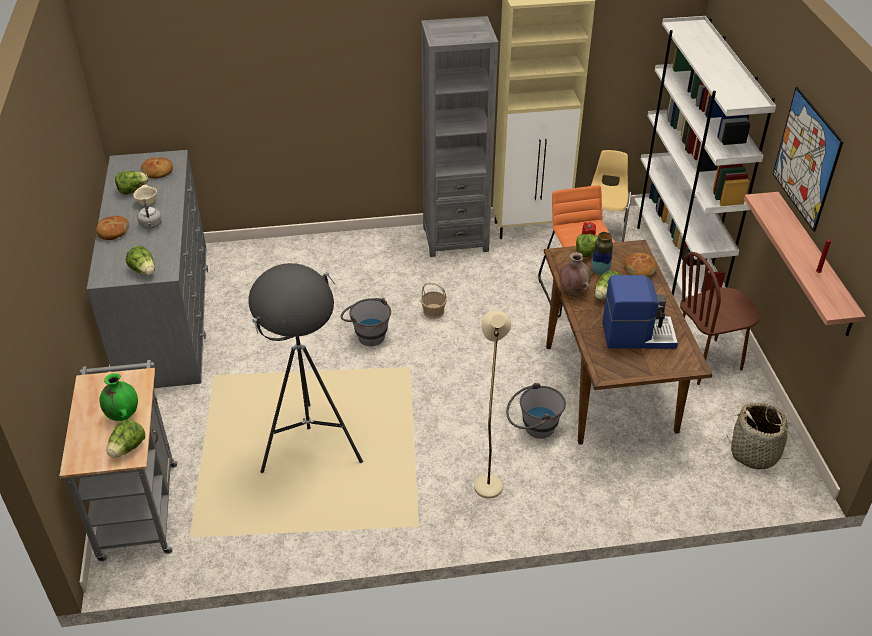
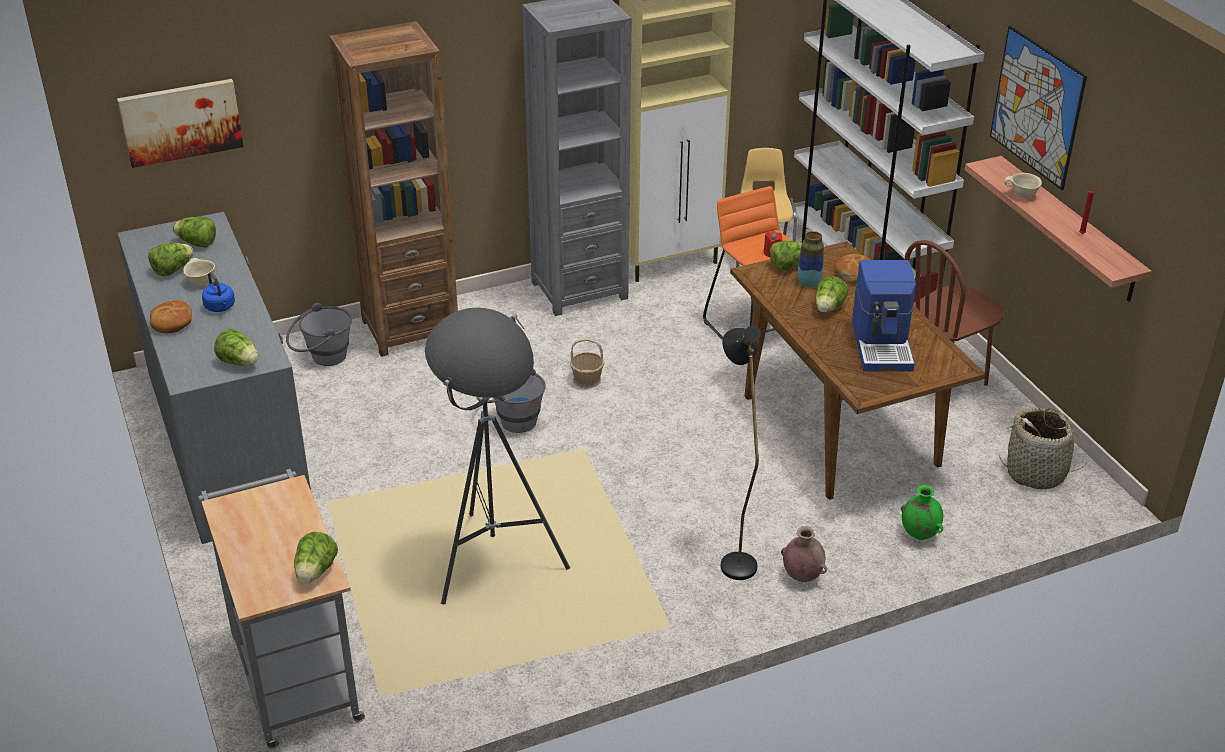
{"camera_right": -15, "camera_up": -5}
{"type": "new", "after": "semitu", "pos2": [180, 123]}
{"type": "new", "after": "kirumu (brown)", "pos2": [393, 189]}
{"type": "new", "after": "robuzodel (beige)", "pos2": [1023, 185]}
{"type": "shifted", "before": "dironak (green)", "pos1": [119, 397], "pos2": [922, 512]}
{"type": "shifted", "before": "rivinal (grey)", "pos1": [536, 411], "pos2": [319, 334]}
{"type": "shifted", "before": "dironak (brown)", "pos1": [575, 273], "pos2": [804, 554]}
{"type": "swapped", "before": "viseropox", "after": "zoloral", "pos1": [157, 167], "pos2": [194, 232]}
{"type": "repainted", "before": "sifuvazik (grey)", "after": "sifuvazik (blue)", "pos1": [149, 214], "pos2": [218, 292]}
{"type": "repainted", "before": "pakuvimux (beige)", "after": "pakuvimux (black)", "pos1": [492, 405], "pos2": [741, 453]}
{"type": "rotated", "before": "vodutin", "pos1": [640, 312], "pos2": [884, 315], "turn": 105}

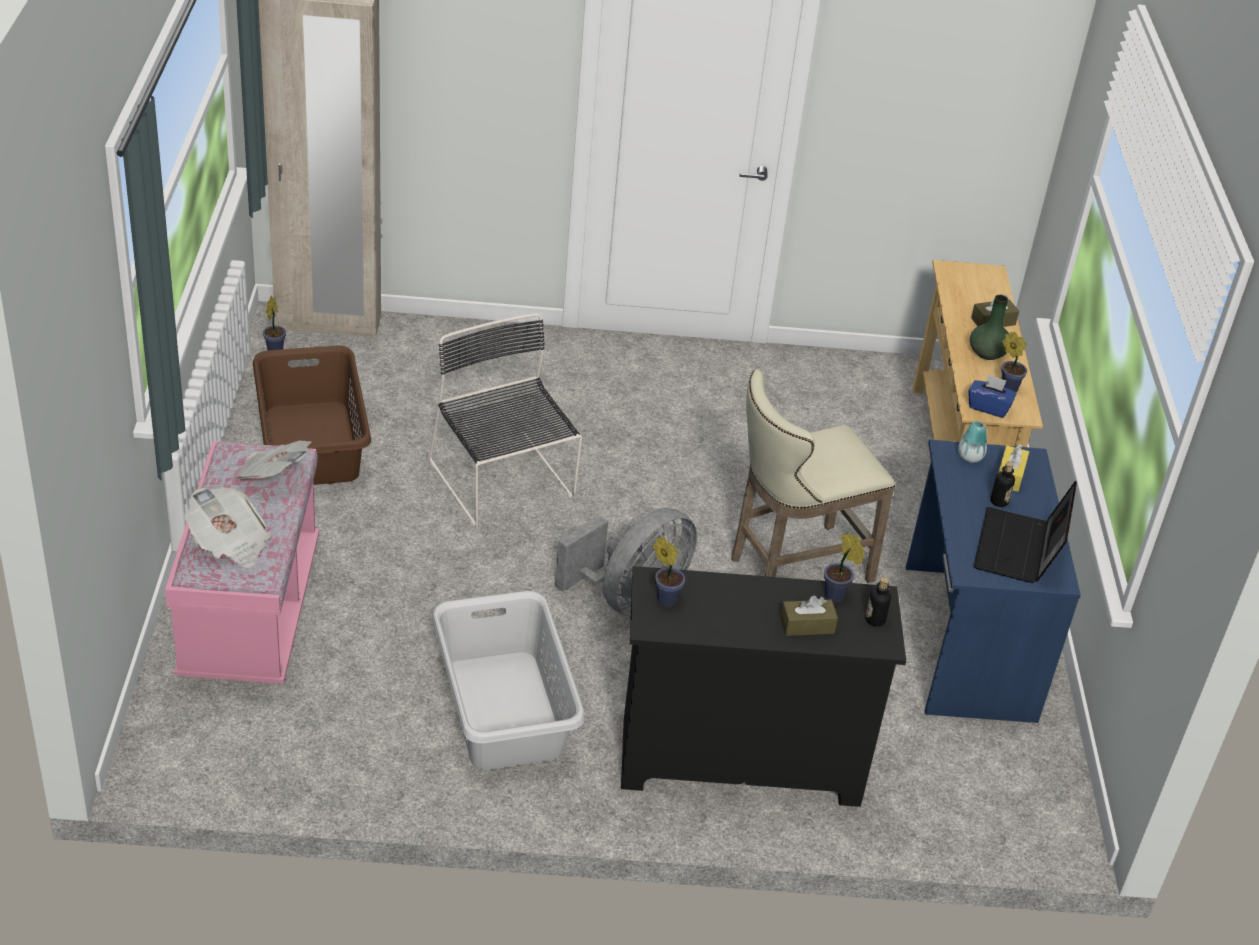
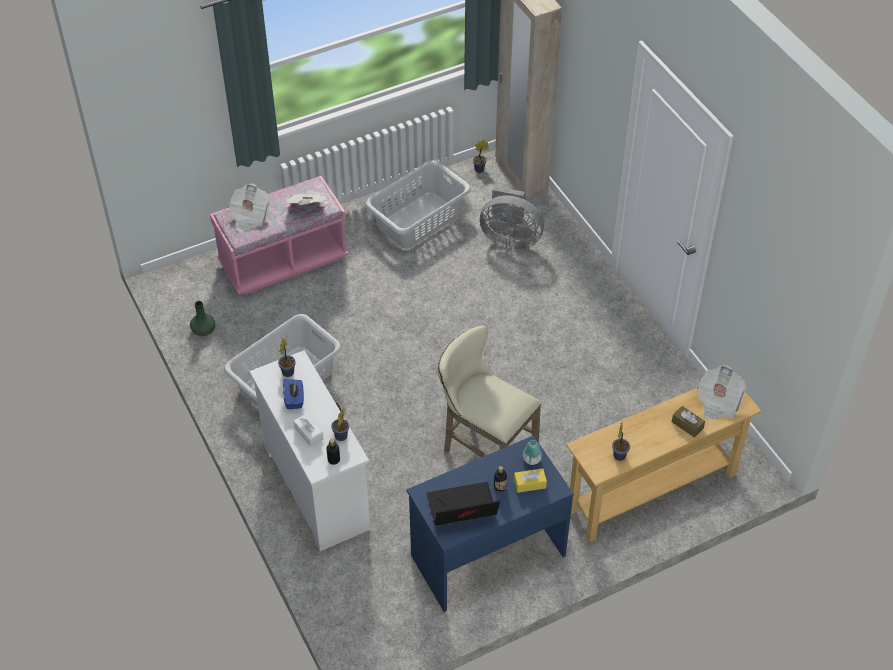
{"camera_right": 65, "camera_up": 10}
{"type": "gone", "before": "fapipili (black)", "pos1": [505, 420]}
{"type": "new", "after": "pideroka", "pos2": [722, 392]}
{"type": "shifted", "before": "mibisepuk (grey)", "pos1": [626, 562], "pos2": [512, 217]}
{"type": "shifted", "before": "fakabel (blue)", "pos1": [992, 396], "pos2": [293, 394]}
{"type": "shifted", "before": "dironak (green)", "pos1": [989, 327], "pos2": [203, 318]}
{"type": "repainted", "before": "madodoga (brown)", "after": "madodoga (grey)", "pos1": [312, 415], "pos2": [418, 204]}
{"type": "repainted", "before": "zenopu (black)", "after": "zenopu (white)", "pos1": [763, 686], "pos2": [310, 450]}
{"type": "repainted", "before": "fakabel (brown)", "after": "fakabel (white)", "pos1": [809, 615], "pos2": [308, 430]}

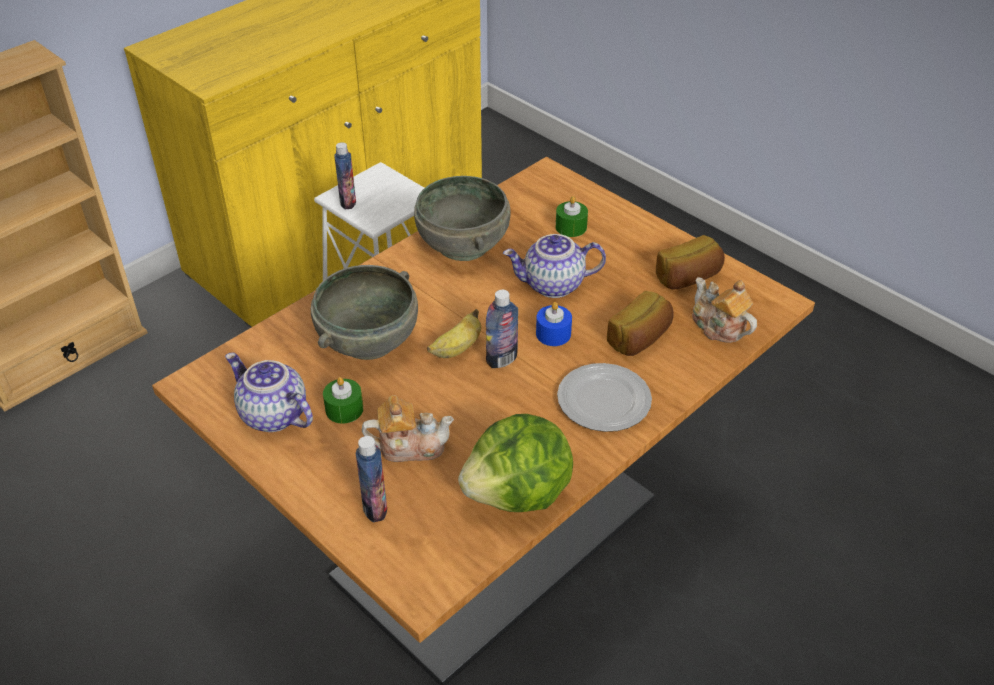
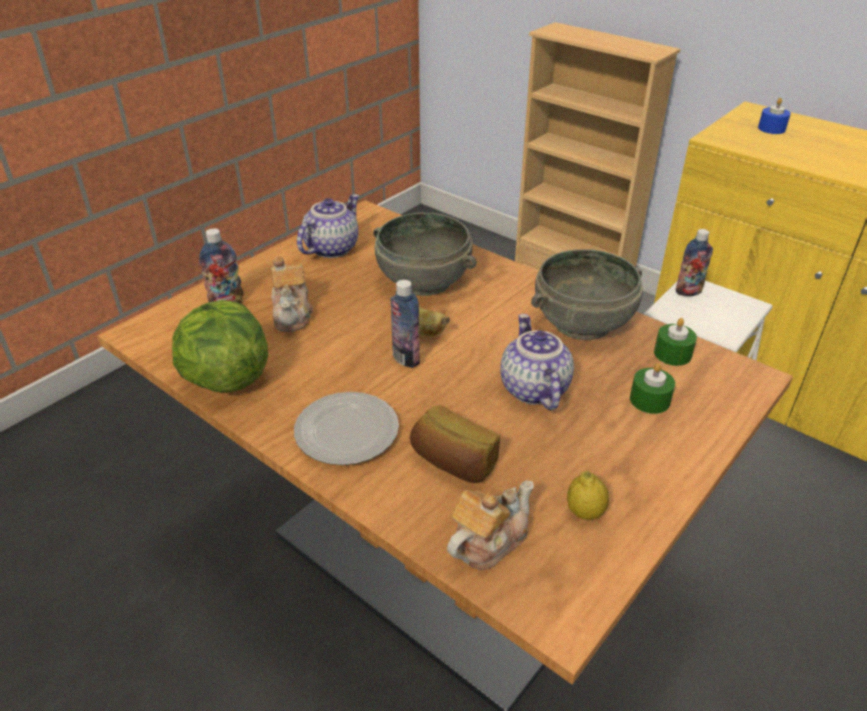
{"camera_right": 85, "camera_up": -5}
{"type": "shifted", "before": "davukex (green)", "pos1": [343, 400], "pos2": [675, 342]}
{"type": "shifted", "before": "davukex (blue)", "pos1": [554, 324], "pos2": [774, 116]}
{"type": "swapped", "before": "viseropox", "after": "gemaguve", "pos1": [690, 262], "pos2": [588, 495]}

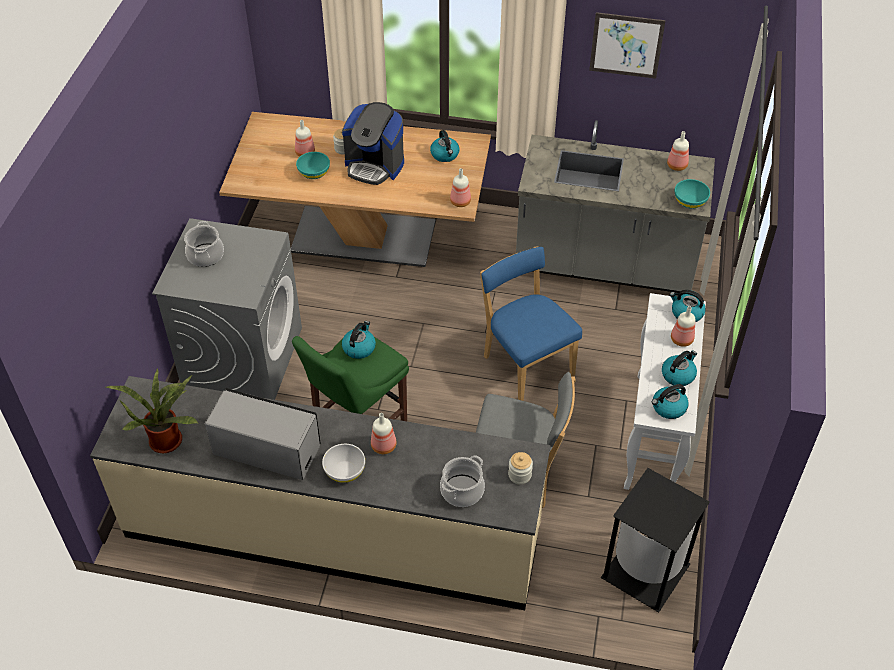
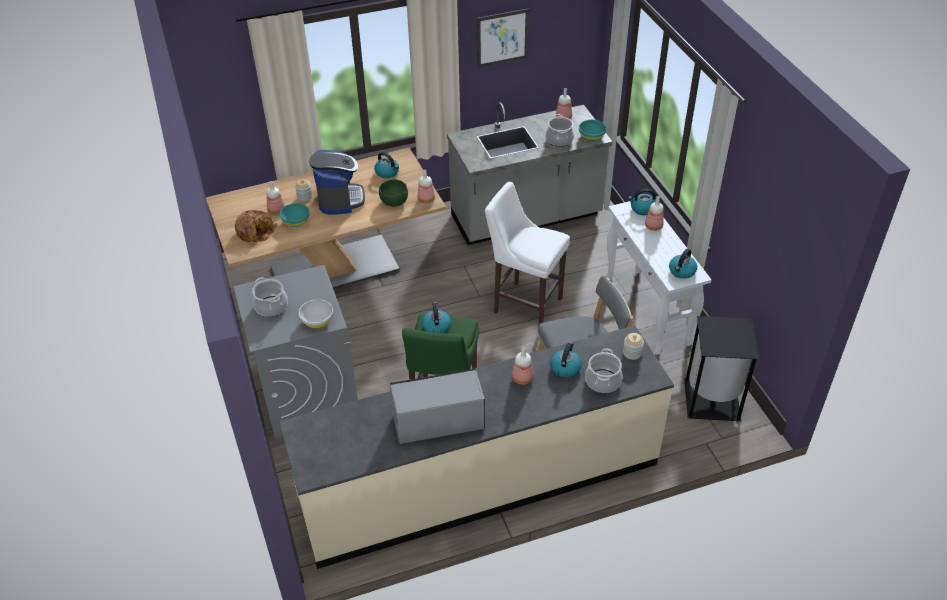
{"camera_right": -30, "camera_up": -5}
{"type": "gone", "before": "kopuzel", "pos1": [152, 410]}
{"type": "new", "after": "viseropox", "pos2": [256, 226]}
{"type": "new", "after": "robuzodel (green)", "pos2": [393, 193]}
{"type": "new", "after": "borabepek", "pos2": [560, 130]}
{"type": "shifted", "before": "robuzodel (white)", "pos1": [343, 463], "pos2": [316, 313]}
{"type": "shifted", "before": "sifuvazik", "pos1": [679, 368], "pos2": [566, 360]}
{"type": "swapped", "before": "fapipili (blue)", "after": "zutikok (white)", "pos1": [531, 323], "pos2": [527, 253]}
{"type": "rotated", "before": "vodutin", "pos1": [373, 143], "pos2": [337, 182], "turn": -90}

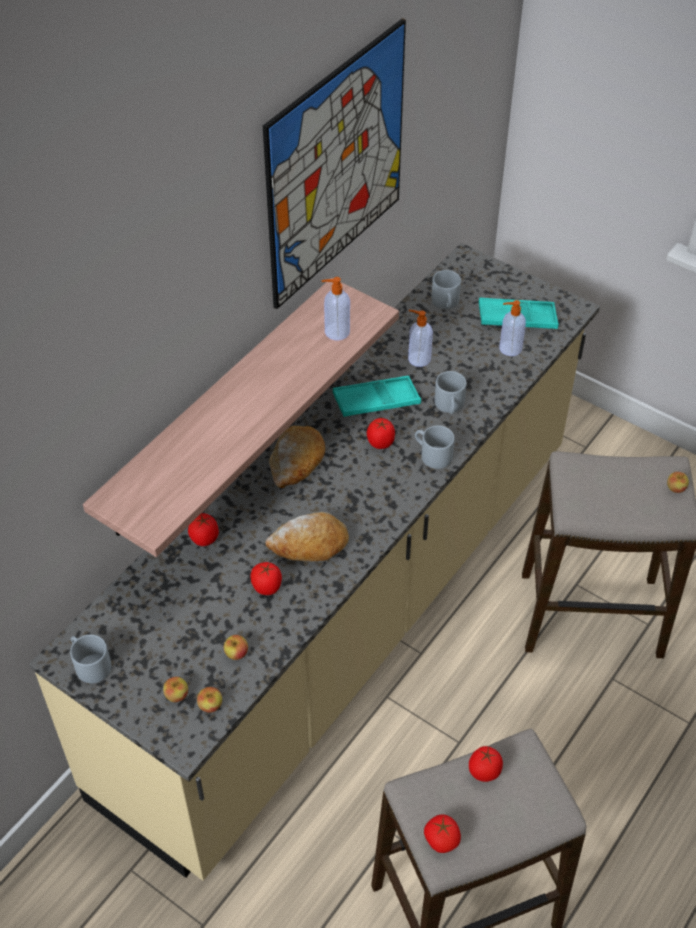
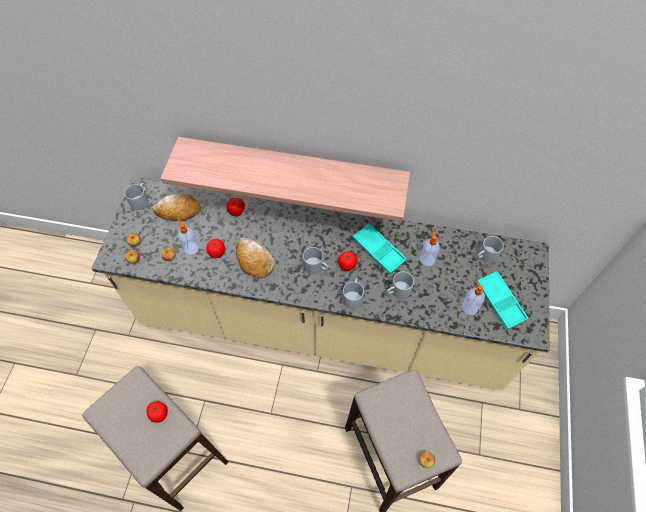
{"camera_right": 65, "camera_up": 10}
{"type": "gone", "before": "semitu", "pos1": [334, 163]}
{"type": "gone", "before": "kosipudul", "pos1": [442, 834]}
{"type": "new", "after": "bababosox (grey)", "pos2": [316, 260]}
{"type": "shifted", "before": "viseropox", "pos1": [297, 457], "pos2": [176, 207]}
{"type": "shifted", "before": "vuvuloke", "pos1": [335, 309], "pos2": [188, 236]}

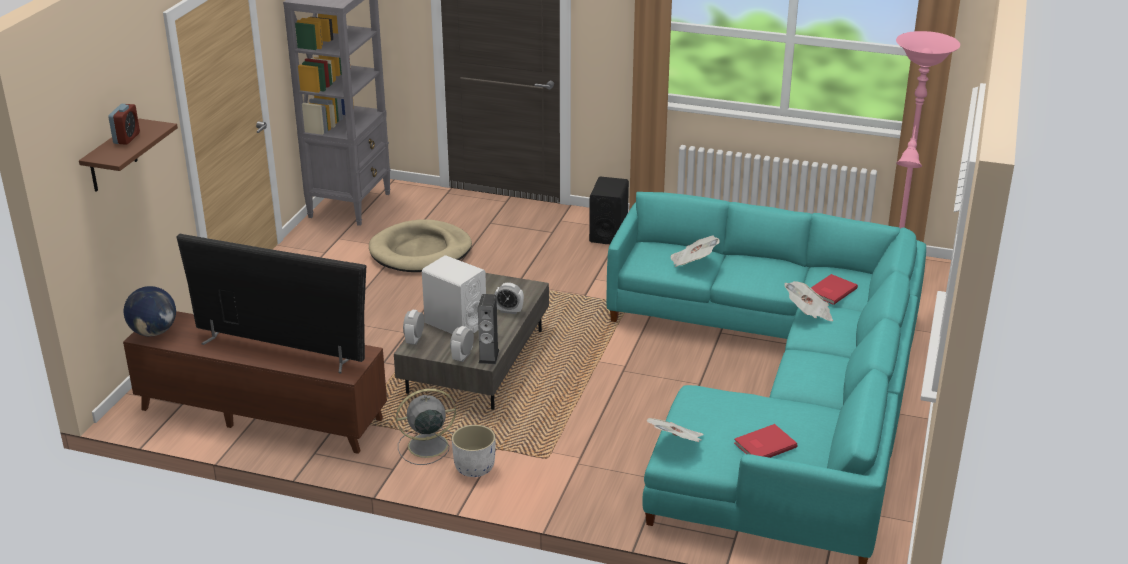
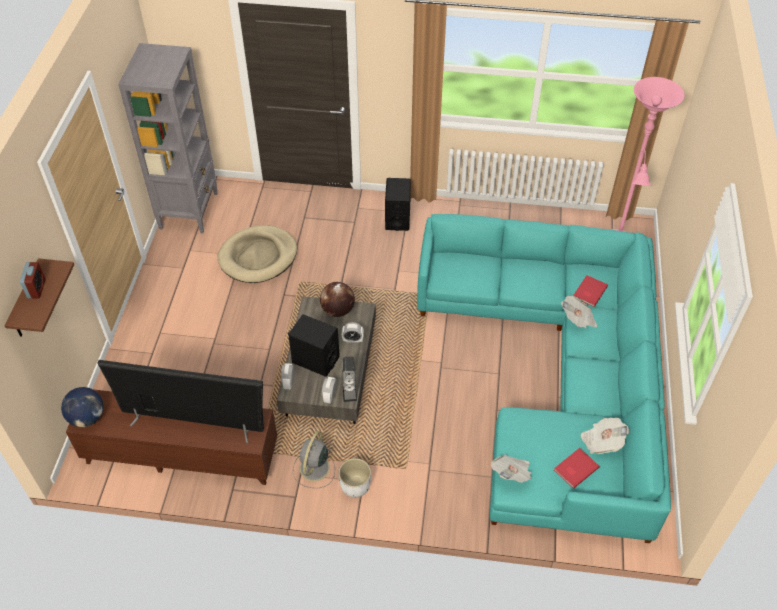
{"camera_right": -10, "camera_up": 20}
{"type": "new", "after": "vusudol", "pos2": [337, 299]}
{"type": "shifted", "before": "pideroka", "pos1": [695, 251], "pos2": [605, 436]}
{"type": "repainted", "before": "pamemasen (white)", "after": "pamemasen (black)", "pos1": [454, 294], "pos2": [314, 345]}
{"type": "rotated", "before": "mibisepuk (grey)", "pos1": [426, 427], "pos2": [314, 459], "turn": -45}

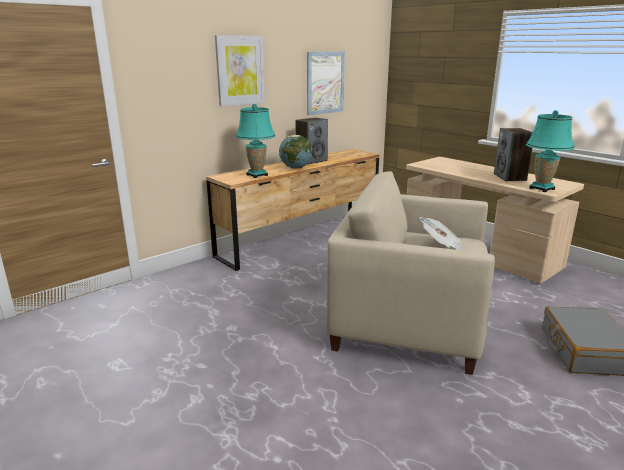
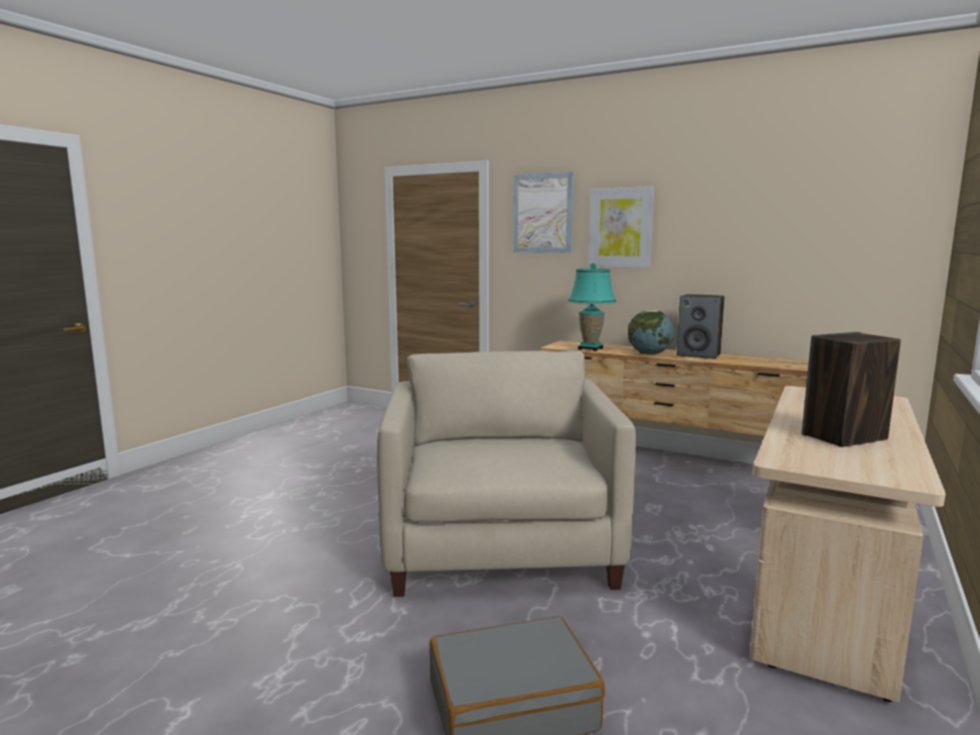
{"camera_right": 70, "camera_up": -10}
{"type": "gone", "before": "pideroka", "pos1": [442, 234]}
{"type": "gone", "before": "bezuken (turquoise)", "pos1": [550, 151]}
{"type": "shifted", "before": "semitu", "pos1": [326, 83], "pos2": [543, 212]}

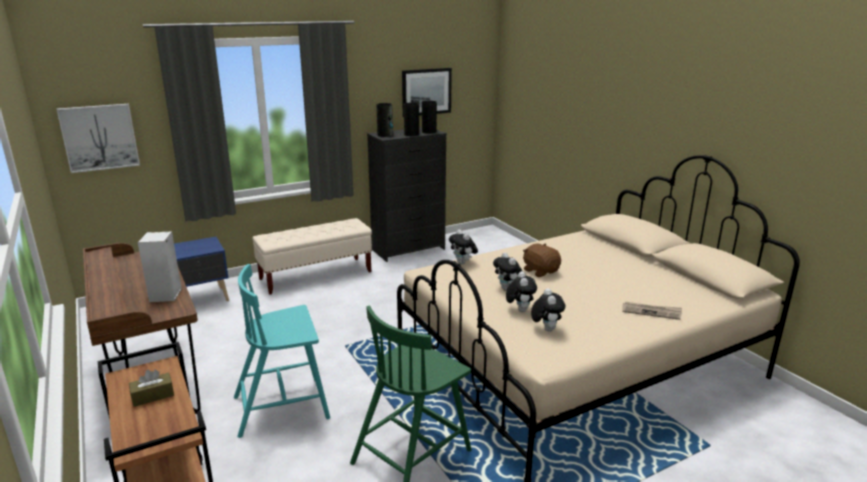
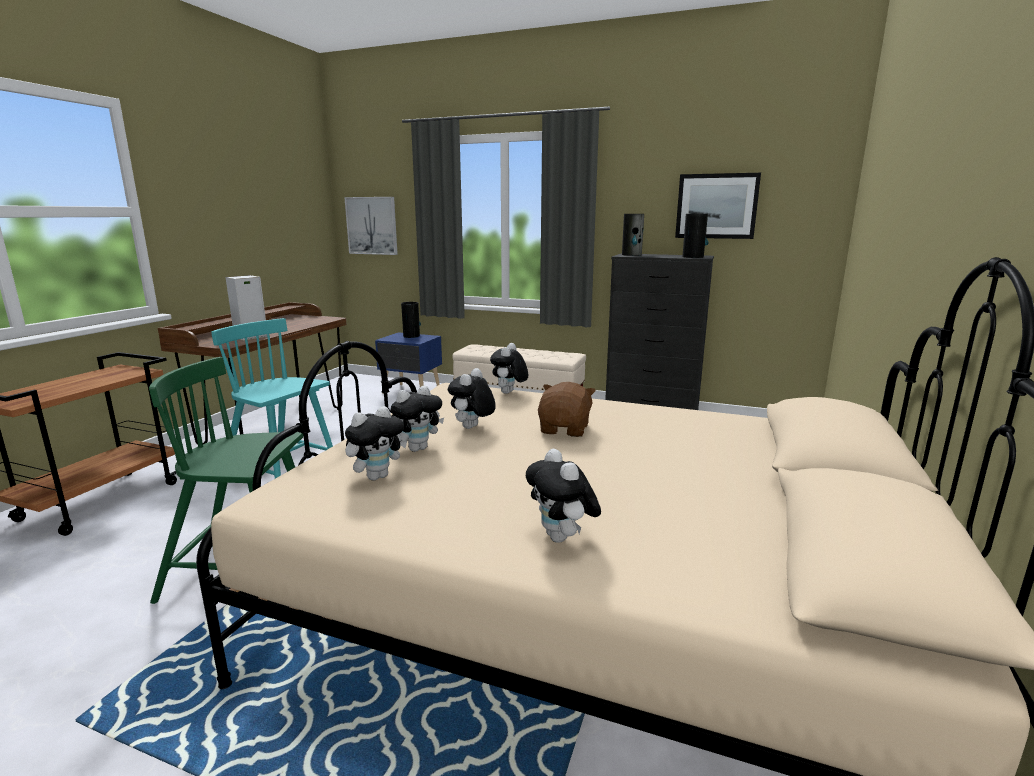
{"camera_right": 50, "camera_up": -5}
{"type": "gone", "before": "fakabel (brown)", "pos1": [151, 388]}
{"type": "shifted", "before": "dironak", "pos1": [411, 119], "pos2": [411, 320]}
{"type": "swapped", "before": "pideroka", "after": "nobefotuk", "pos1": [652, 311], "pos2": [563, 496]}

